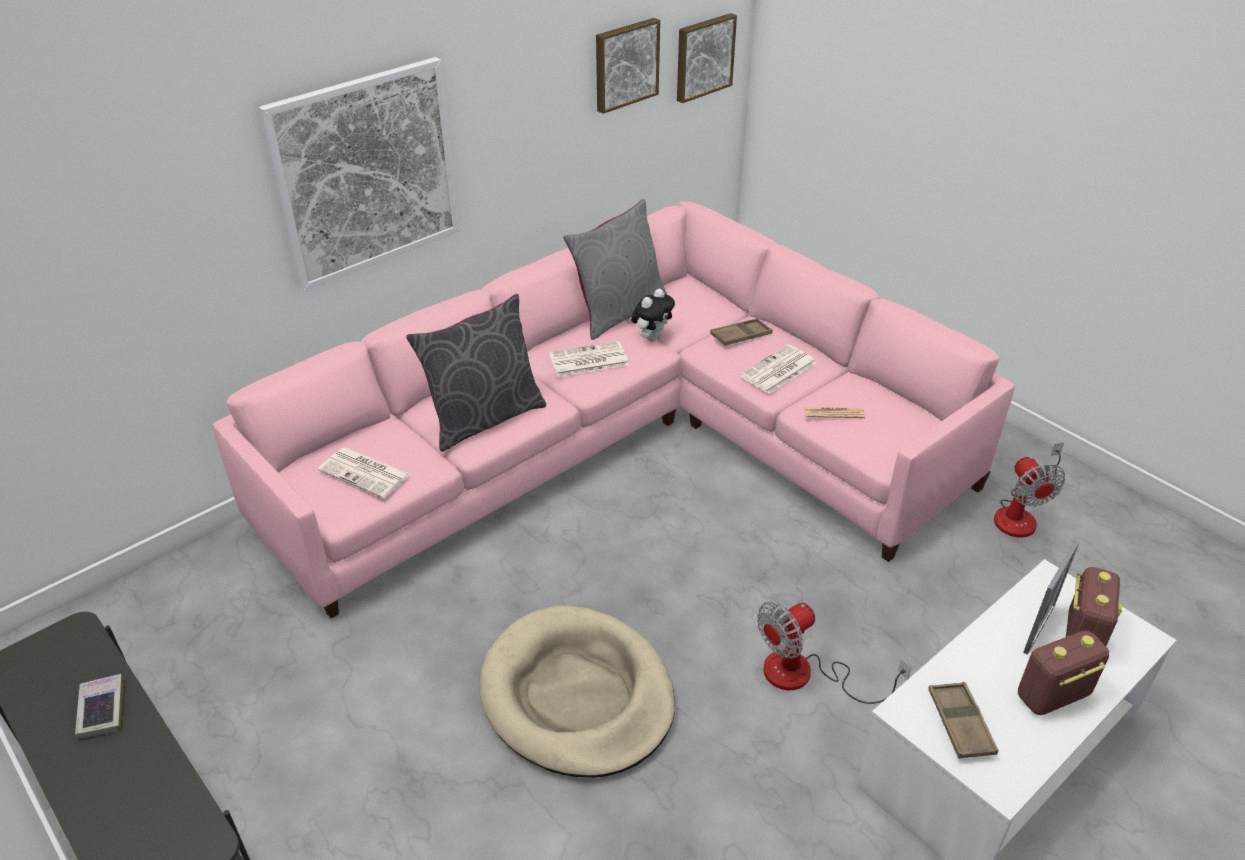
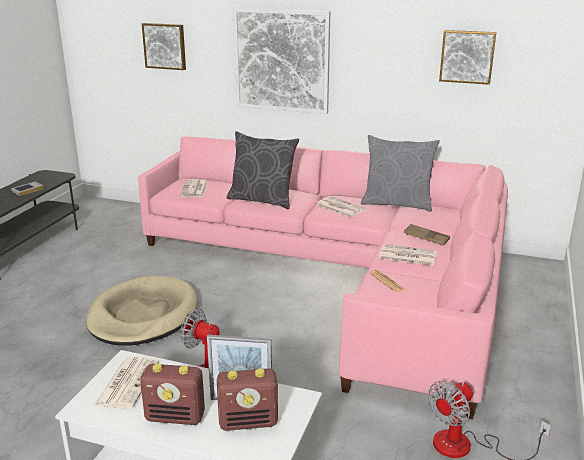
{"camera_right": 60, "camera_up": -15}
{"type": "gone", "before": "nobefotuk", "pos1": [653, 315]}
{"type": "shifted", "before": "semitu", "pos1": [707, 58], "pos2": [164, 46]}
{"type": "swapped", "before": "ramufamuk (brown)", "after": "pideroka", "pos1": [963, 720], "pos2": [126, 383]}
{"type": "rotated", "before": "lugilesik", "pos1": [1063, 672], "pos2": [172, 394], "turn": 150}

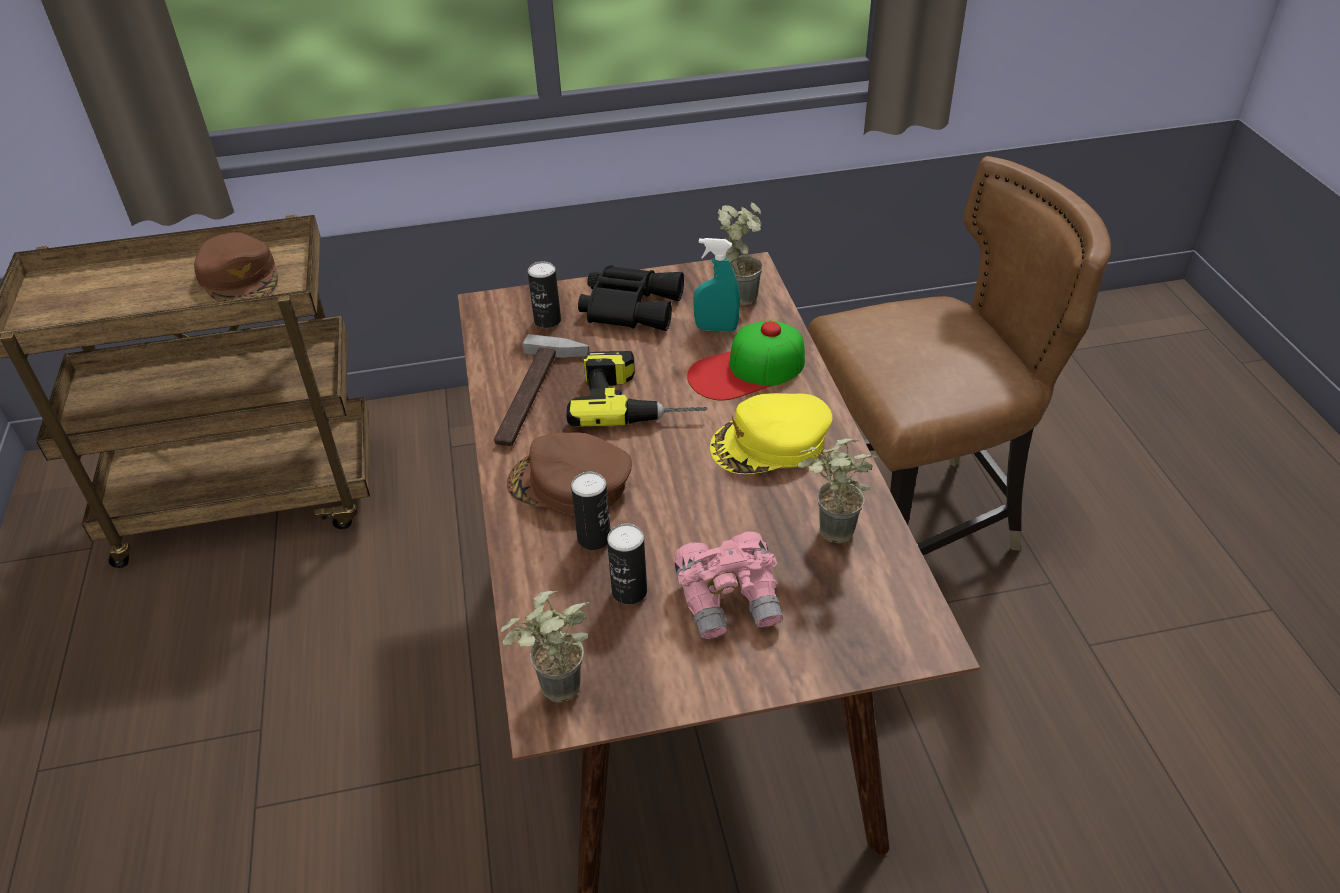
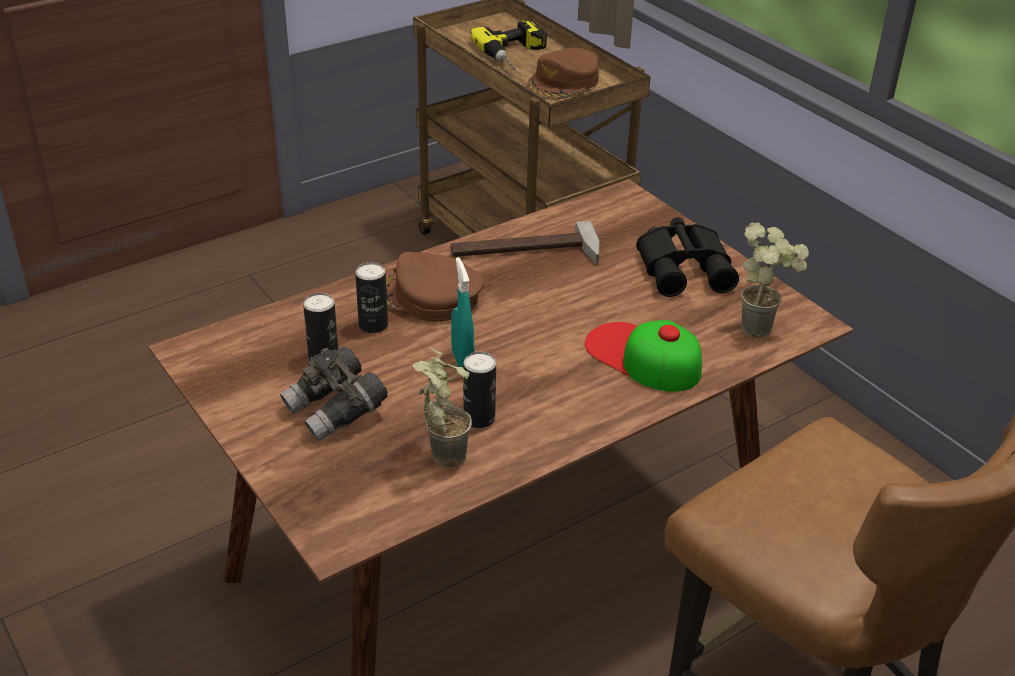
{"camera_right": 65, "camera_up": -5}
{"type": "gone", "before": "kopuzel", "pos1": [545, 646]}
{"type": "gone", "before": "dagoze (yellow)", "pos1": [771, 433]}
{"type": "shifted", "before": "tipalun", "pos1": [544, 294], "pos2": [479, 390]}
{"type": "shifted", "before": "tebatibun", "pos1": [637, 389], "pos2": [509, 45]}
{"type": "shifted", "before": "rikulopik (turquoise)", "pos1": [716, 285], "pos2": [462, 312]}
{"type": "repainted", "before": "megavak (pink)", "after": "megavak (grey)", "pos1": [728, 585], "pos2": [334, 393]}
{"type": "rotated", "before": "dagoze (brown)", "pos1": [569, 474], "pos2": [435, 287], "turn": -60}

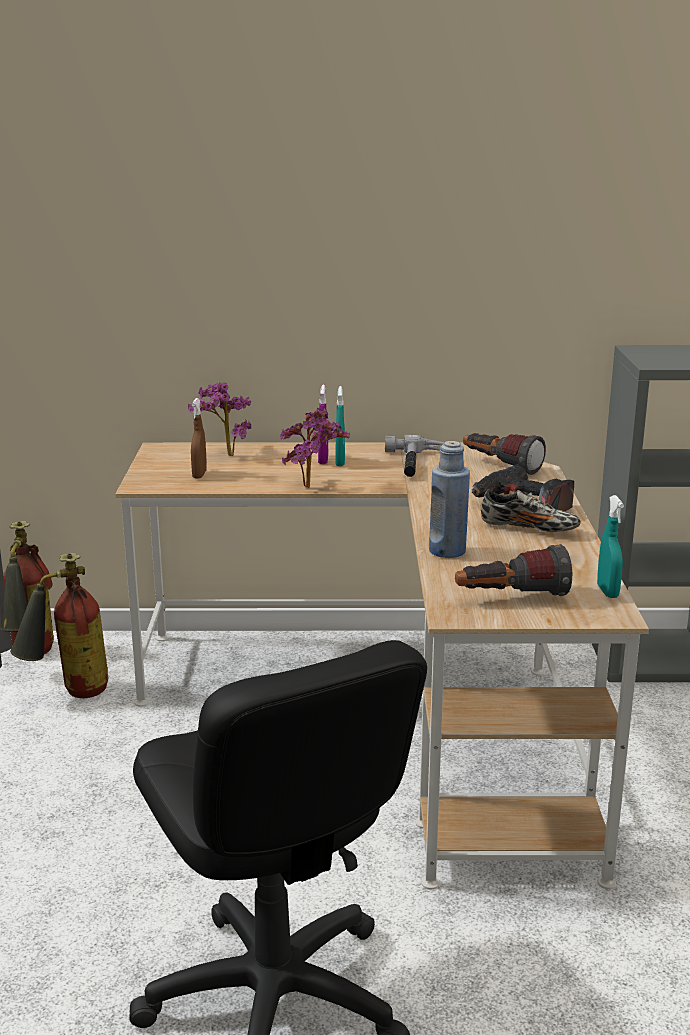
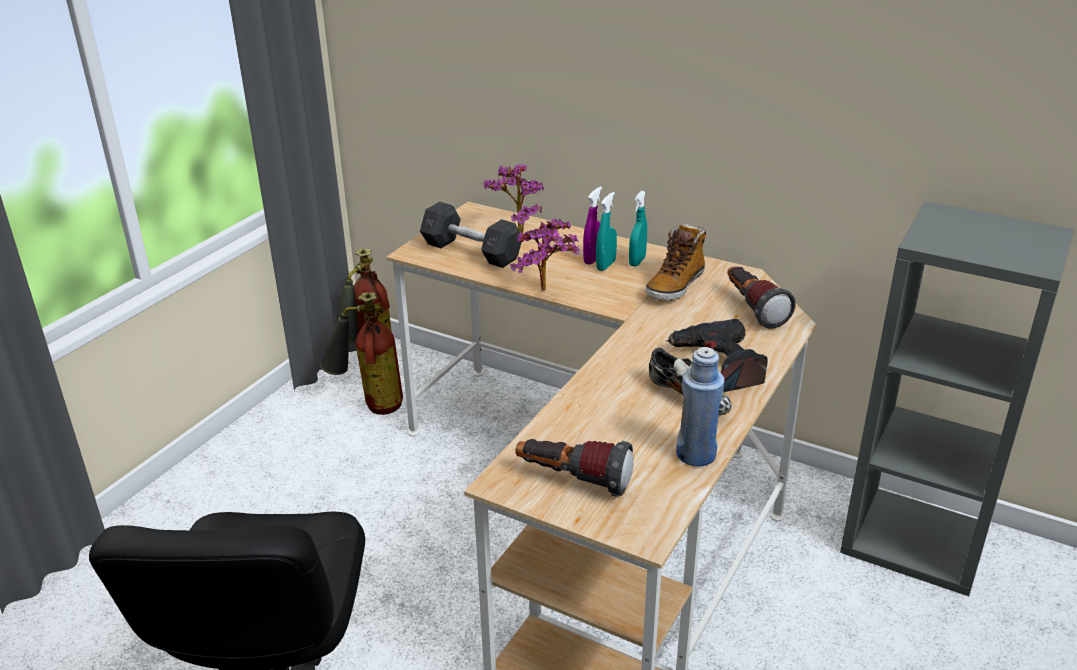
{"camera_right": 30, "camera_up": 10}
{"type": "shifted", "before": "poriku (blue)", "pos1": [449, 499], "pos2": [700, 406]}
{"type": "shifted", "before": "rikulopik (turquoise)", "pos1": [610, 546], "pos2": [638, 229]}
{"type": "swapped", "before": "rikulopik (brown)", "after": "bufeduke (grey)", "pos1": [199, 438], "pos2": [471, 235]}
{"type": "swapped", "before": "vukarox", "after": "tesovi", "pos1": [415, 456], "pos2": [675, 261]}

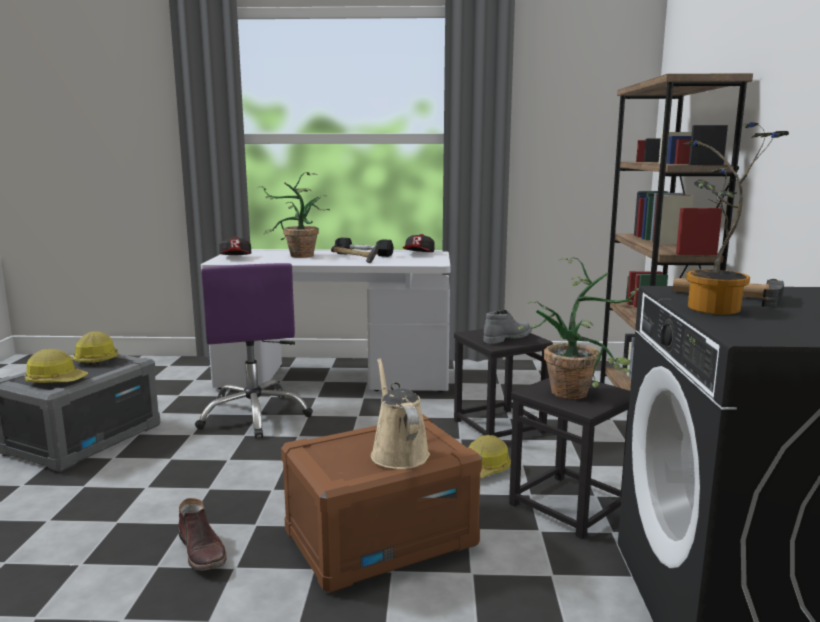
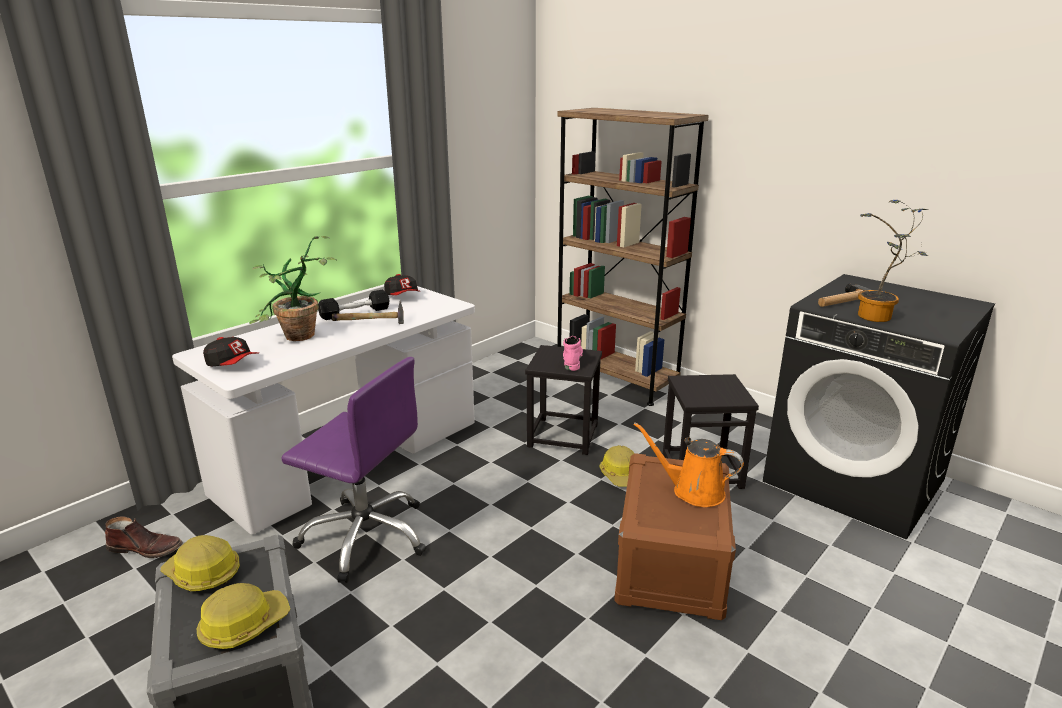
{"camera_right": -50, "camera_up": 10}
{"type": "gone", "before": "kopuzel", "pos1": [578, 328]}
{"type": "shifted", "before": "tesovi (brown)", "pos1": [202, 534], "pos2": [144, 537]}
{"type": "repainted", "before": "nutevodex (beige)", "after": "nutevodex (orange)", "pos1": [400, 413], "pos2": [688, 464]}
{"type": "repainted", "before": "tesovi (grey)", "after": "tesovi (pink)", "pos1": [507, 327], "pos2": [573, 353]}

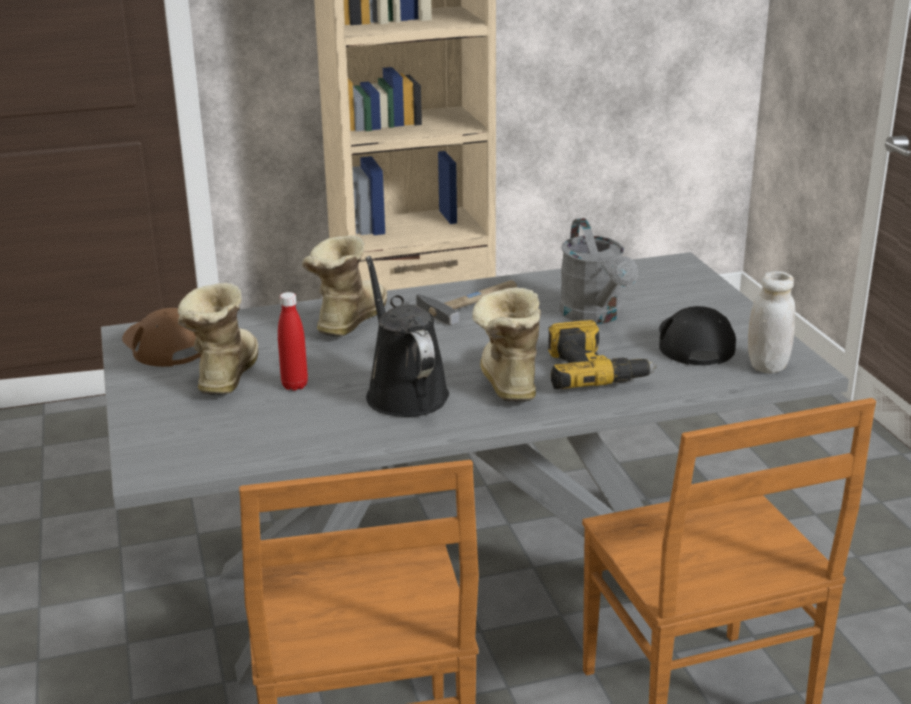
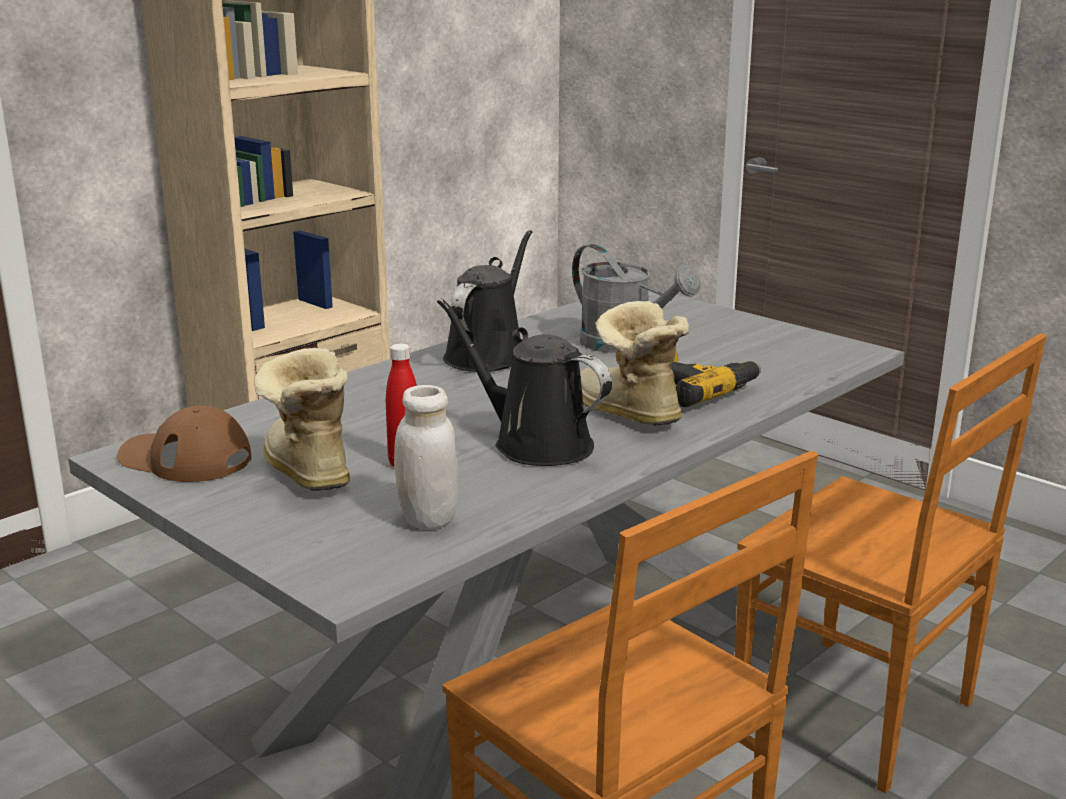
{"camera_right": -30, "camera_up": -5}
{"type": "gone", "before": "tesovi", "pos1": [344, 286]}
{"type": "gone", "before": "dagoze (black)", "pos1": [697, 335]}
{"type": "shifted", "before": "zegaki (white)", "pos1": [771, 322], "pos2": [426, 457]}
{"type": "swapped", "before": "vukarox", "after": "nutevodex (black)", "pos1": [466, 303], "pos2": [487, 301]}

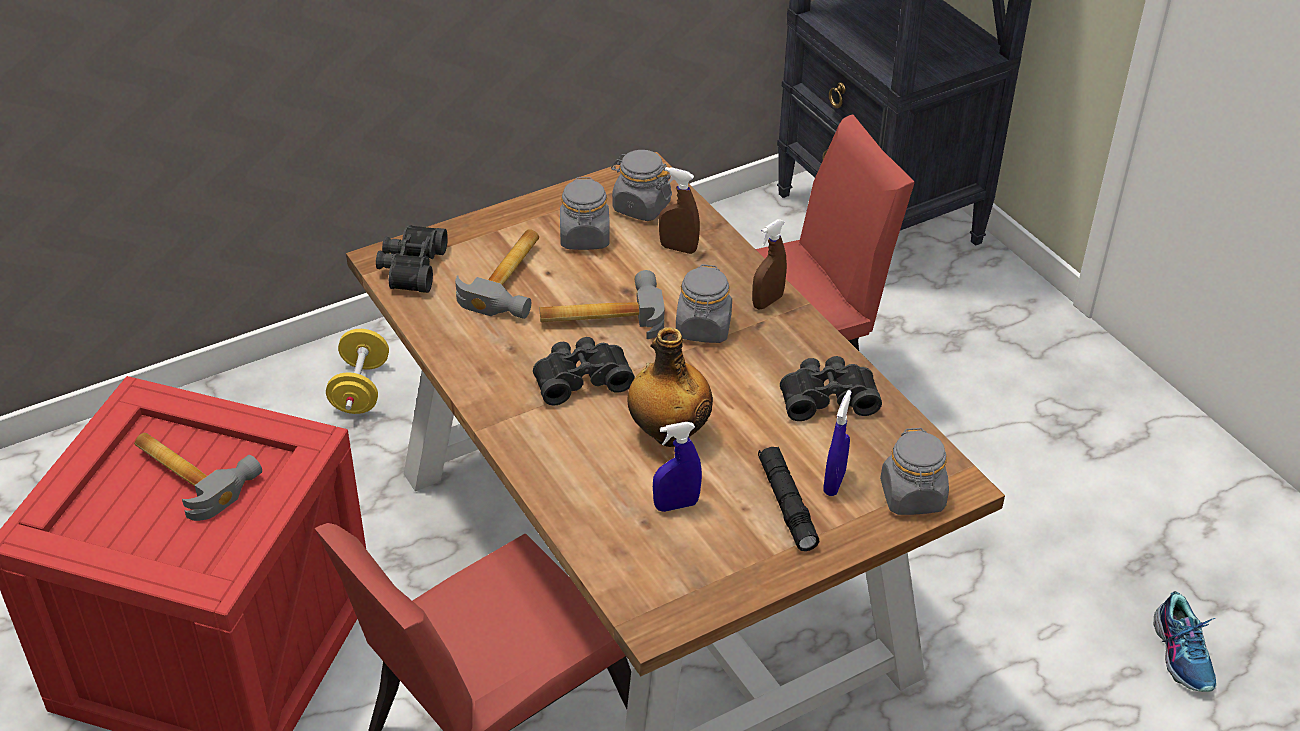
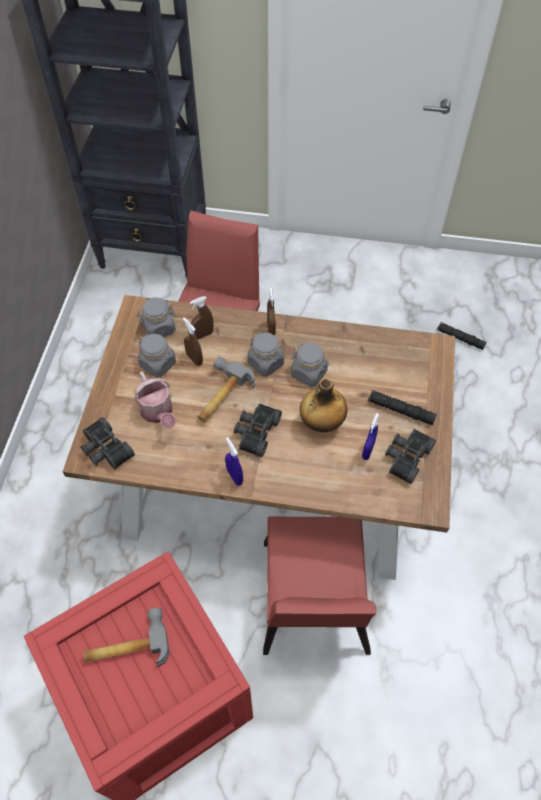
{"camera_right": -50, "camera_up": 15}
{"type": "gone", "before": "bufeduke (yellow)", "pos1": [357, 371]}
{"type": "new", "after": "rikulopik (brown)", "pos2": [193, 341]}
{"type": "shifted", "before": "megavak (black)", "pos1": [831, 388], "pos2": [410, 456]}
{"type": "shifted", "before": "rikulopik (blue)", "pos1": [837, 443], "pos2": [234, 461]}
{"type": "shifted", "before": "zegaki (grey)", "pos1": [914, 471], "pos2": [310, 365]}
{"type": "swapped", "before": "vukarox", "after": "nutevodex", "pos1": [497, 274], "pos2": [155, 400]}
{"type": "swapped", "before": "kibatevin", "after": "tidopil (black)", "pos1": [1185, 641], "pos2": [462, 336]}

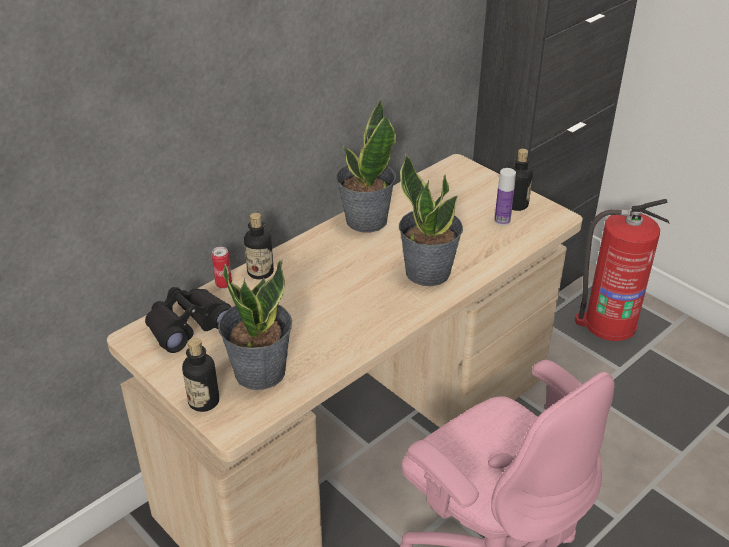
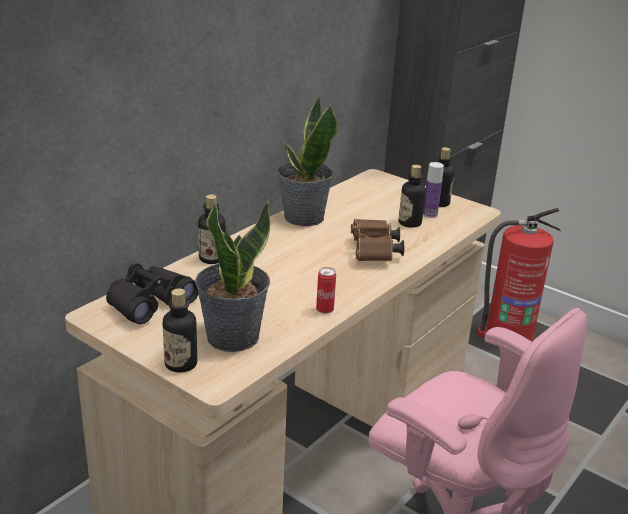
{"camera_right": -10, "camera_up": -10}
{"type": "new", "after": "poriku", "pos2": [412, 196]}
{"type": "shifted", "before": "tipalun", "pos1": [222, 268], "pos2": [326, 290]}
{"type": "swapped", "before": "kopuzel", "after": "megavak (brown)", "pos1": [431, 220], "pos2": [377, 240]}

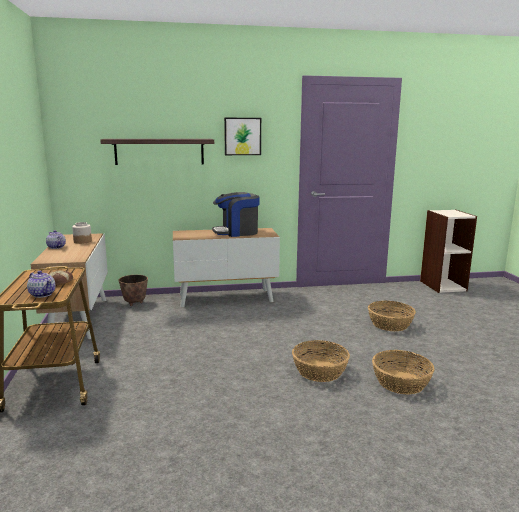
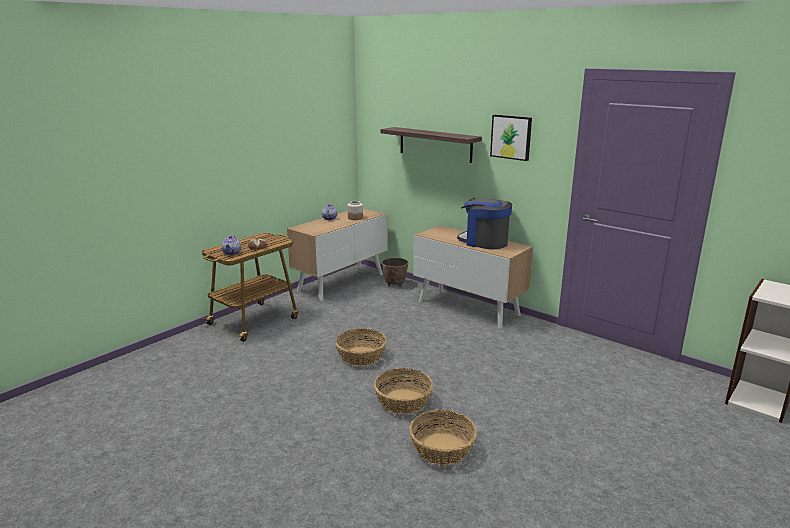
{"camera_right": 50, "camera_up": 5}
{"type": "shifted", "before": "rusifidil", "pos1": [392, 316], "pos2": [361, 347]}

